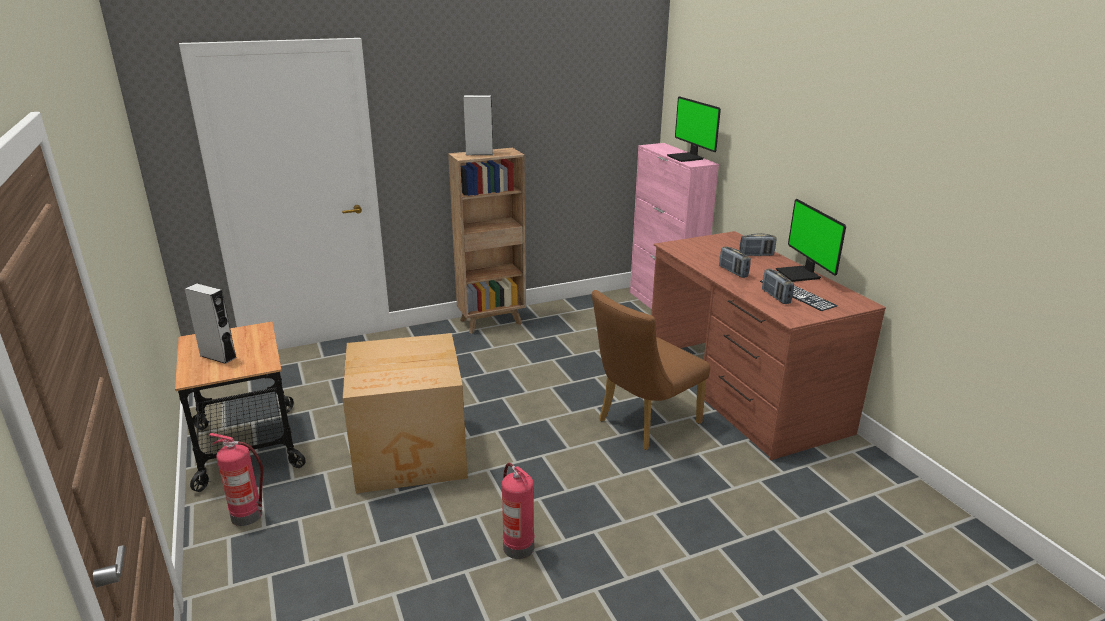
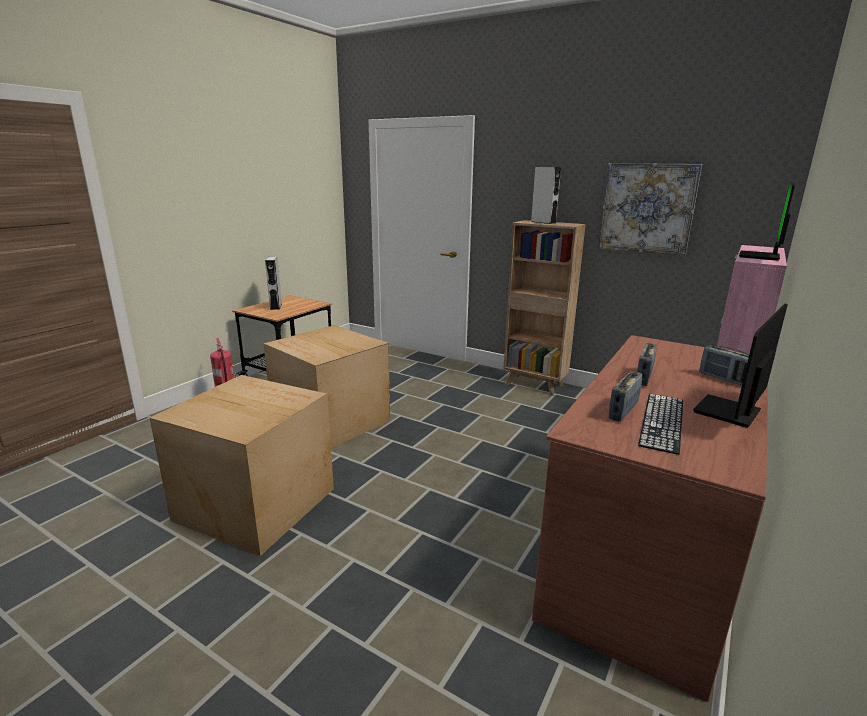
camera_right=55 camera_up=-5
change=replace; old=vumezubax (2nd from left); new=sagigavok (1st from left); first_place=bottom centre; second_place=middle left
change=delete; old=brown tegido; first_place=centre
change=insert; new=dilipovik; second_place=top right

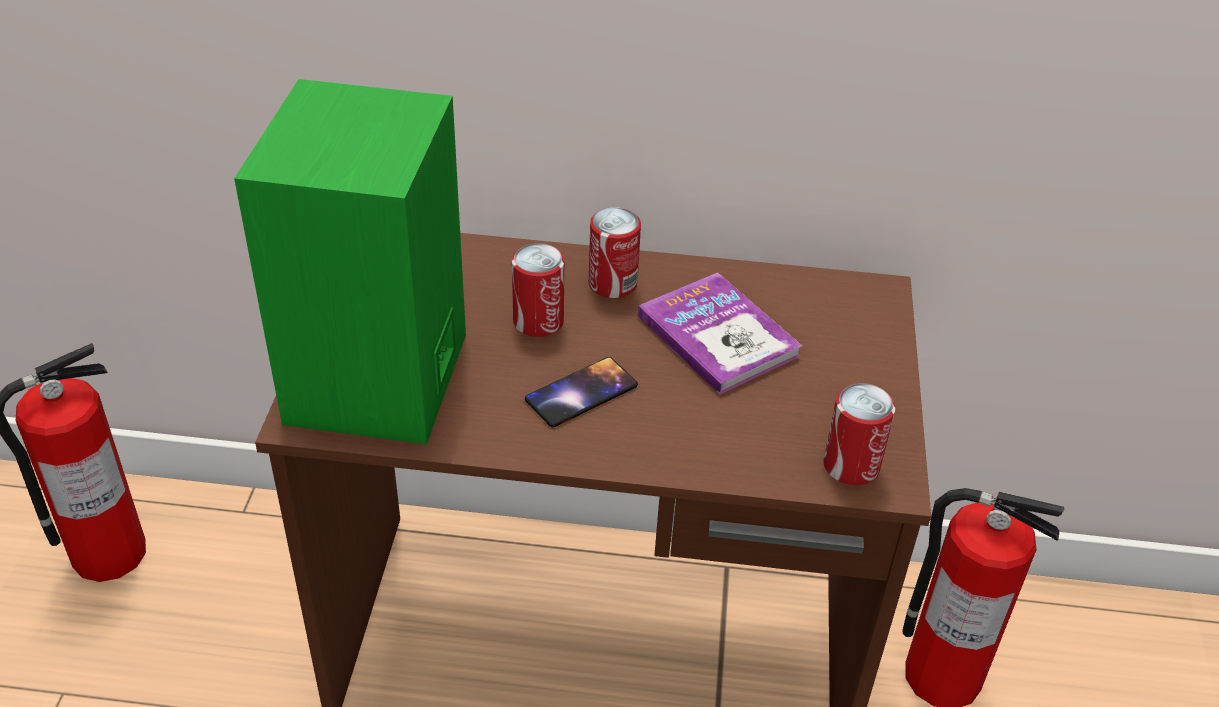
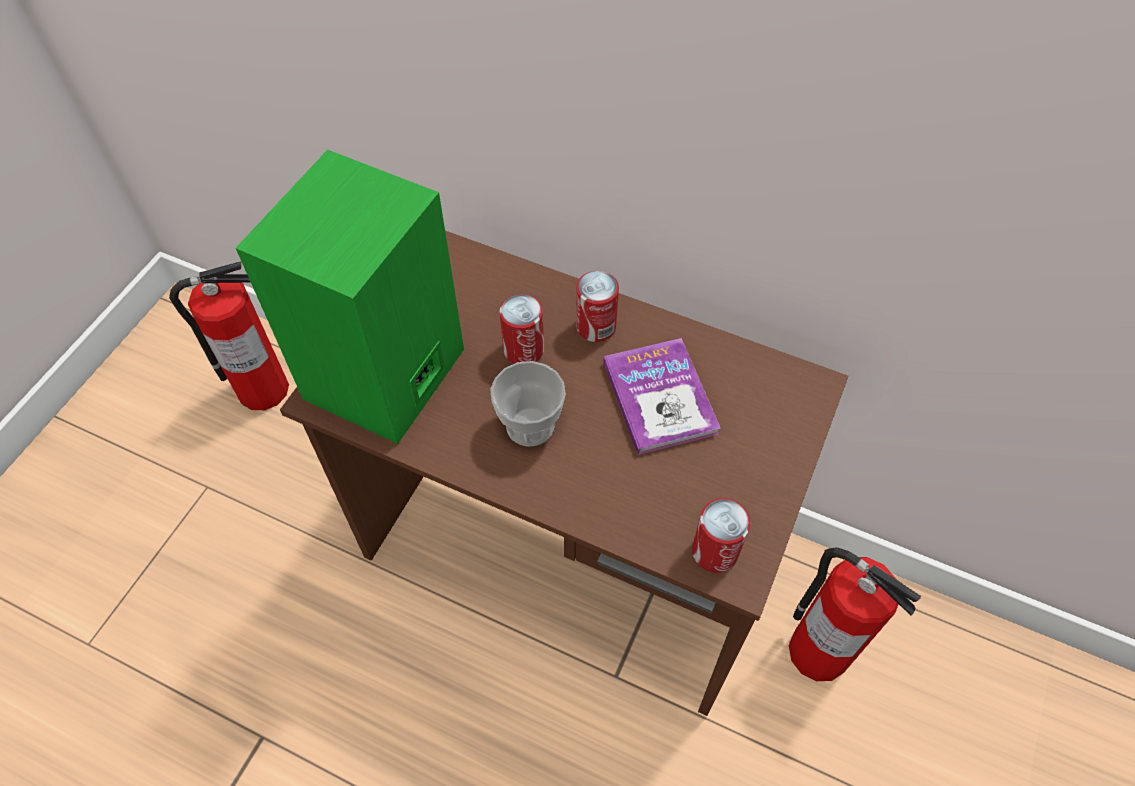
camera_right=20 camera_up=15
change=replace; old=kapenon; new=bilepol; first_place=centre; second_place=centre

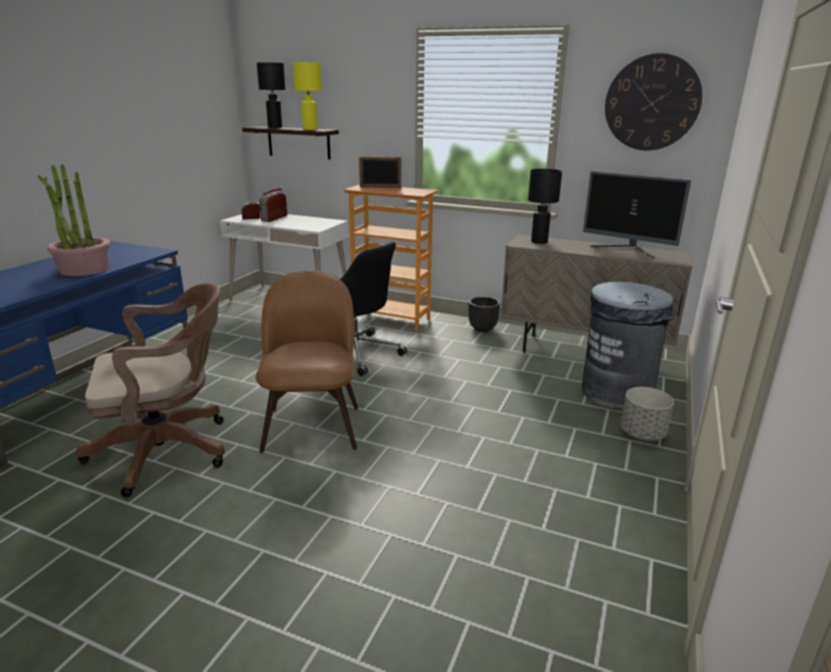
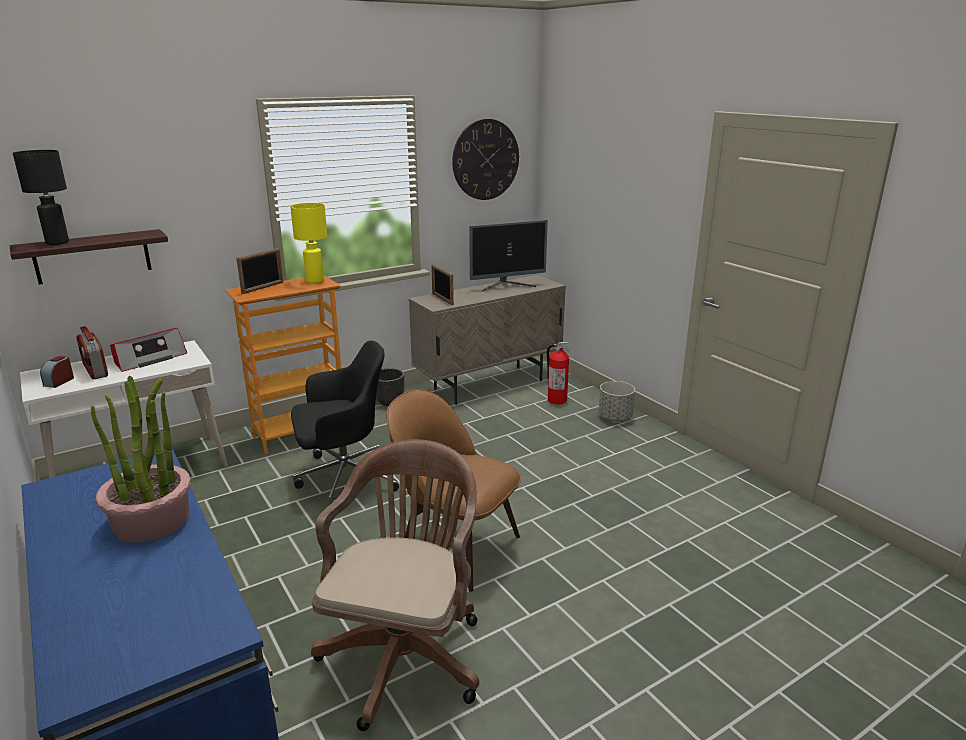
camera_right=-55 camera_up=0
change=move; old=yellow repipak; first_place=top centre; second_place=top left
change=replace; old=black repipak (2nd from left); new=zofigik (2nd from left); first_place=top centre; second_place=centre
change=replace; old=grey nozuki; new=vumezubax; first_place=middle right; second_place=centre
change=insert; new=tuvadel (2nd from left); second_place=middle left

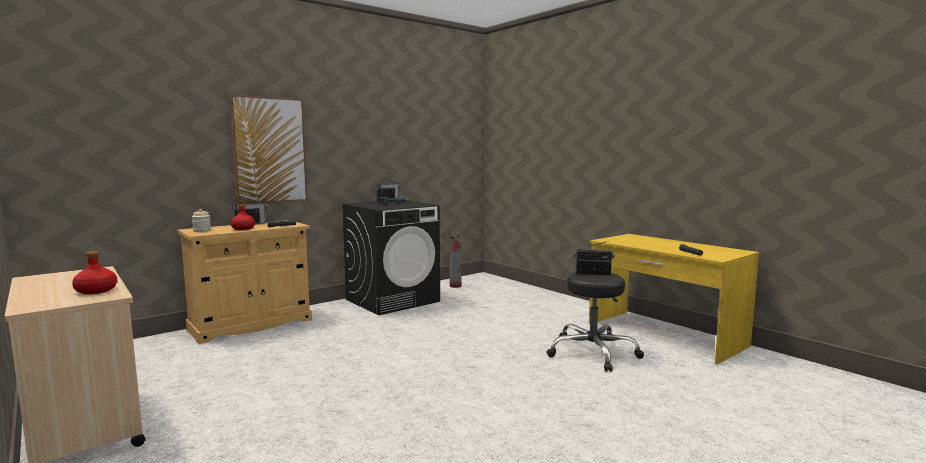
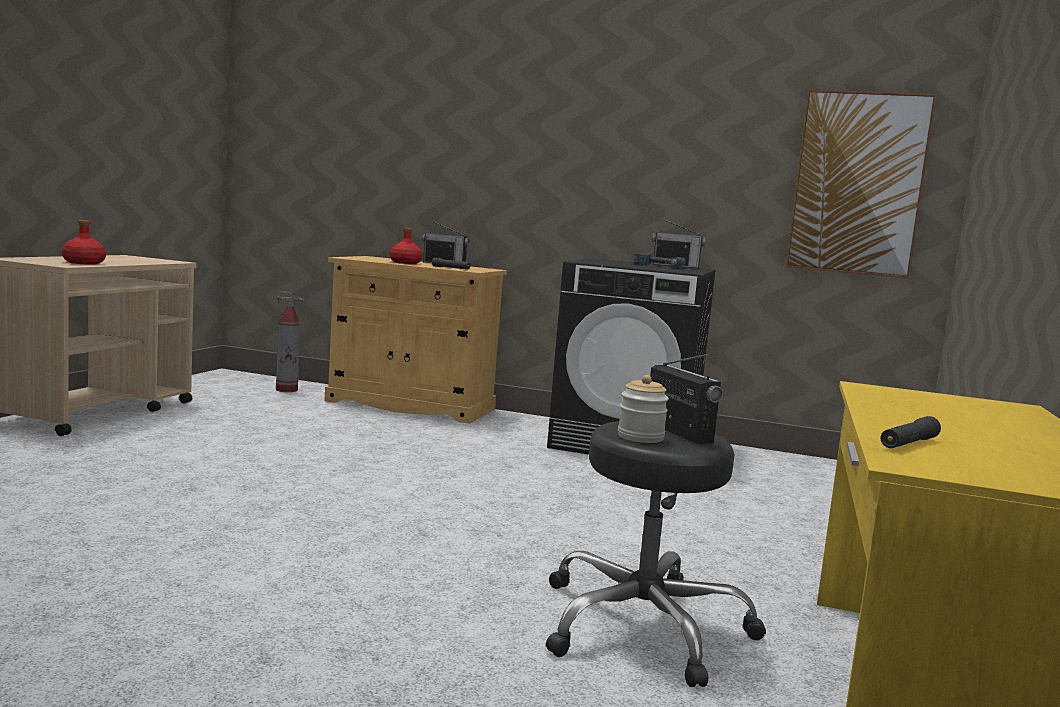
camera_right=55 camera_up=0
change=move; old=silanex; first_place=middle left; second_place=centre
change=move; old=dilipovik; first_place=top left; second_place=top right
change=move; old=vumezubax; first_place=centre; second_place=middle left

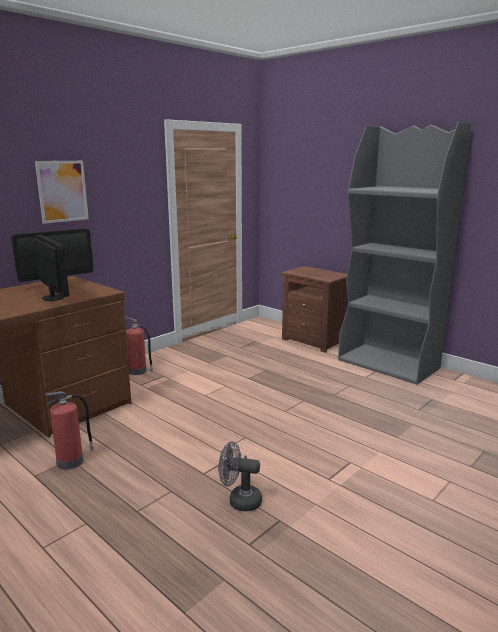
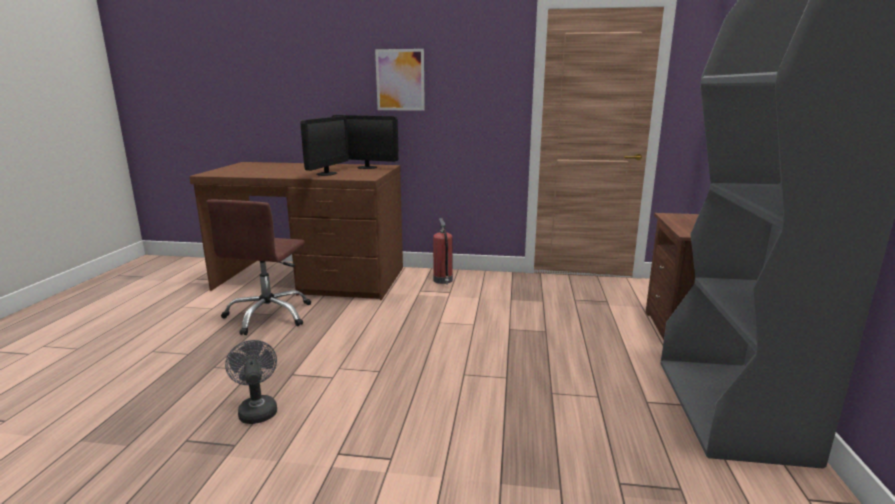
camera_right=55 camera_up=0
change=replace; old=vumezubax (1st from left); new=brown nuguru; first_place=bottom left; second_place=middle left

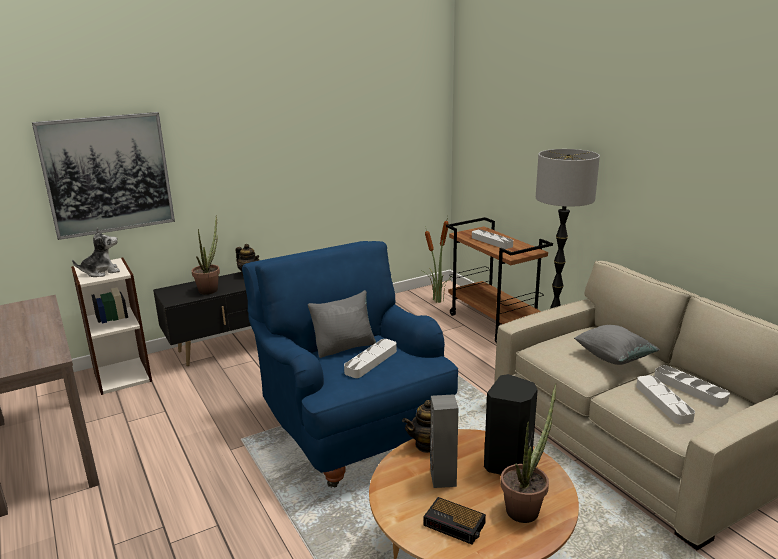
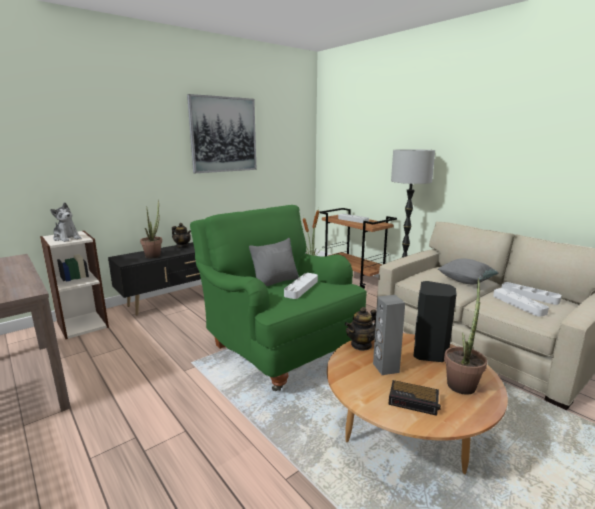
camera_right=-10 camera_up=-5
change=move; old=dilipovik; first_place=top left; second_place=top centre
change=rotate; old=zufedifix; first_place=middle left; second_place=middle left; degrees=75
change=recolor; old=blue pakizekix; new=green pakizekix; first_place=centre; second_place=centre

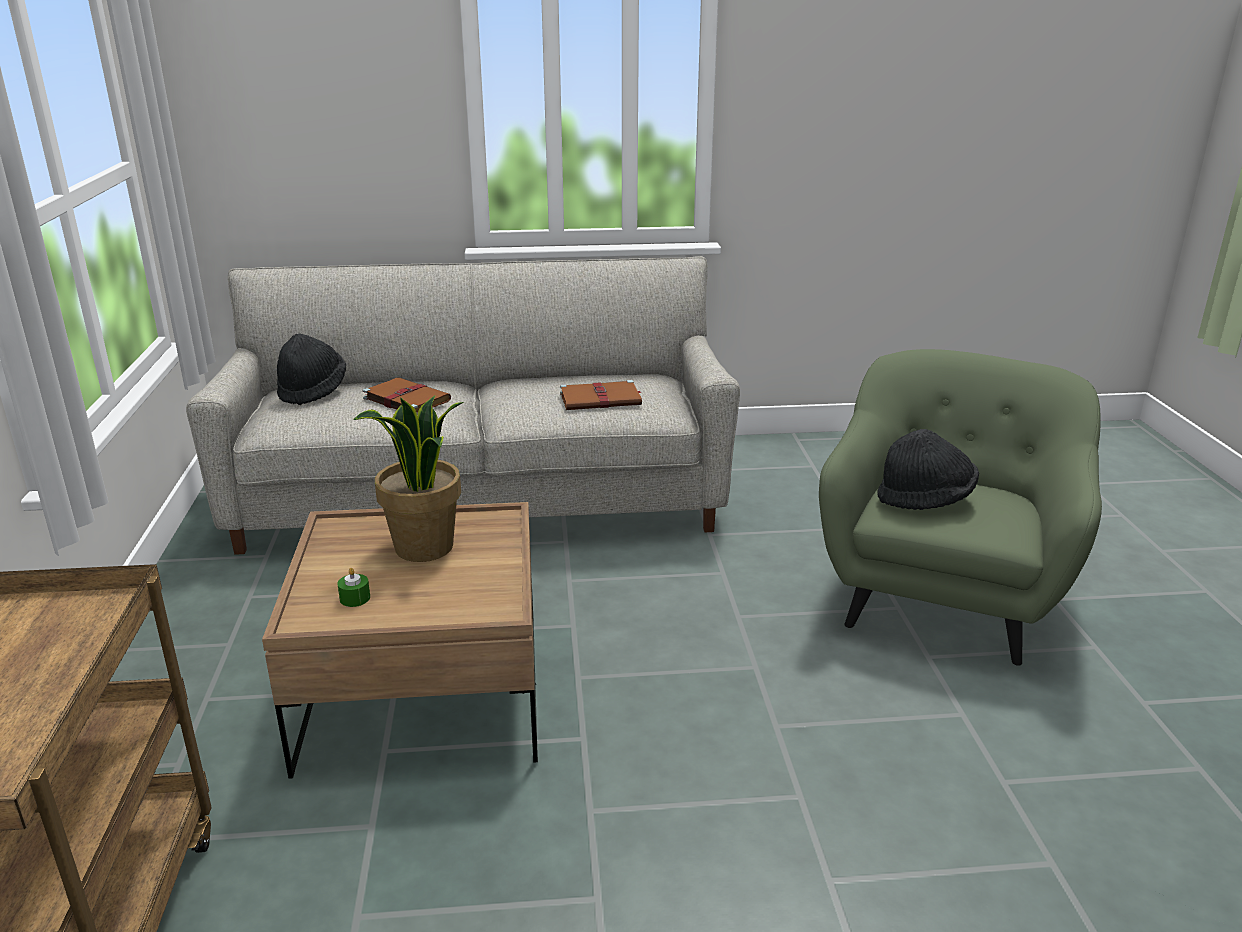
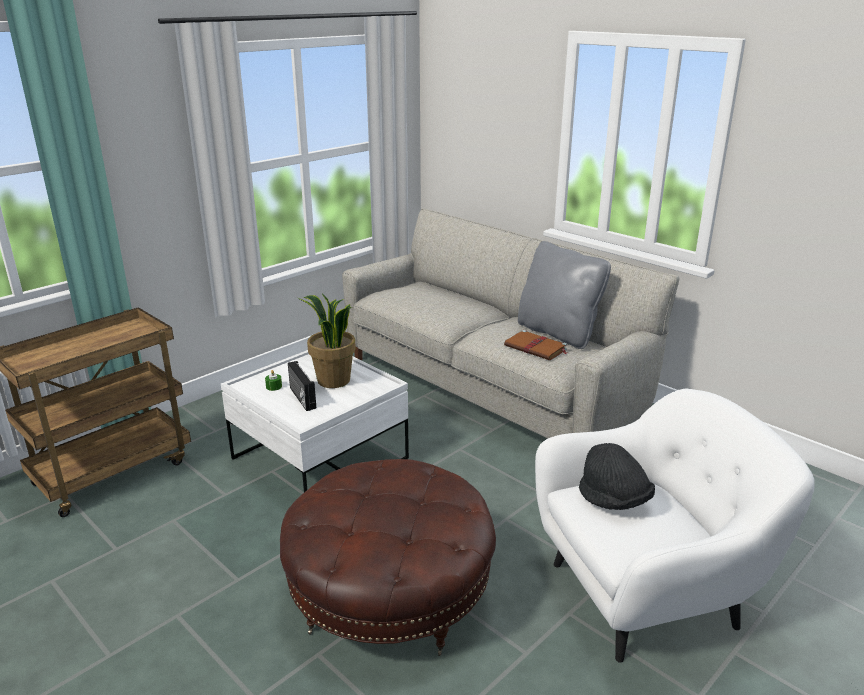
camera_right=50 camera_up=0
change=recolor; old=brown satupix; new=white satupix; first_place=bottom left; second_place=centre
change=delete; old=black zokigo (1st from left); first_place=middle left
change=delete; old=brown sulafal (1st from left); first_place=middle left
change=recolor; old=green pakizekix; new=white pakizekix; first_place=middle right; second_place=bottom right
change=insert; new=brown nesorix; second_place=bottom centre
change=insert; new=tuvadel; second_place=centre
change=insert; new=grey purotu; second_place=centre

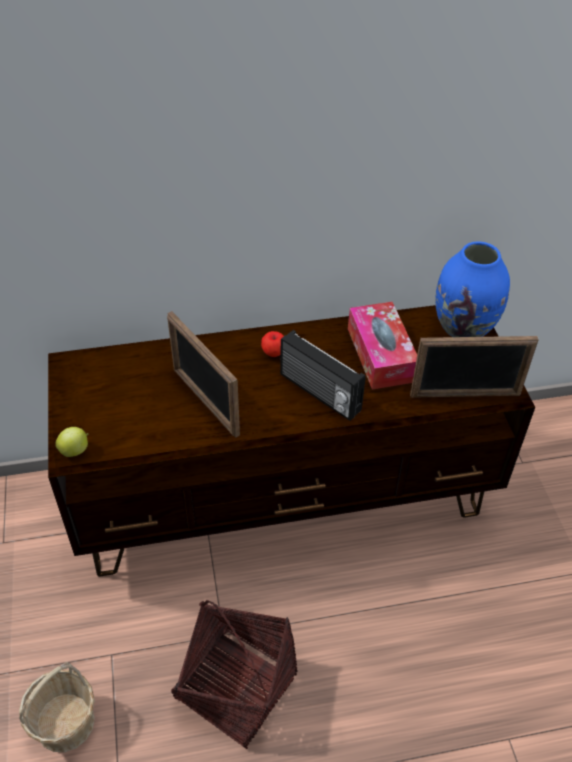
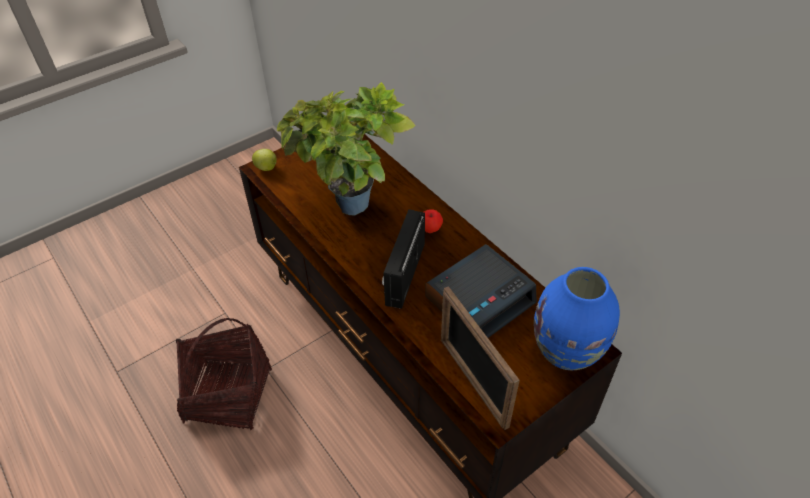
camera_right=65 camera_up=0
change=delete; old=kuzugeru (1st from left); first_place=bottom left
change=replace; old=zofigik (1st from left); new=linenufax; first_place=centre; second_place=top centre
change=replace; old=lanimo; new=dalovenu; first_place=middle right; second_place=centre

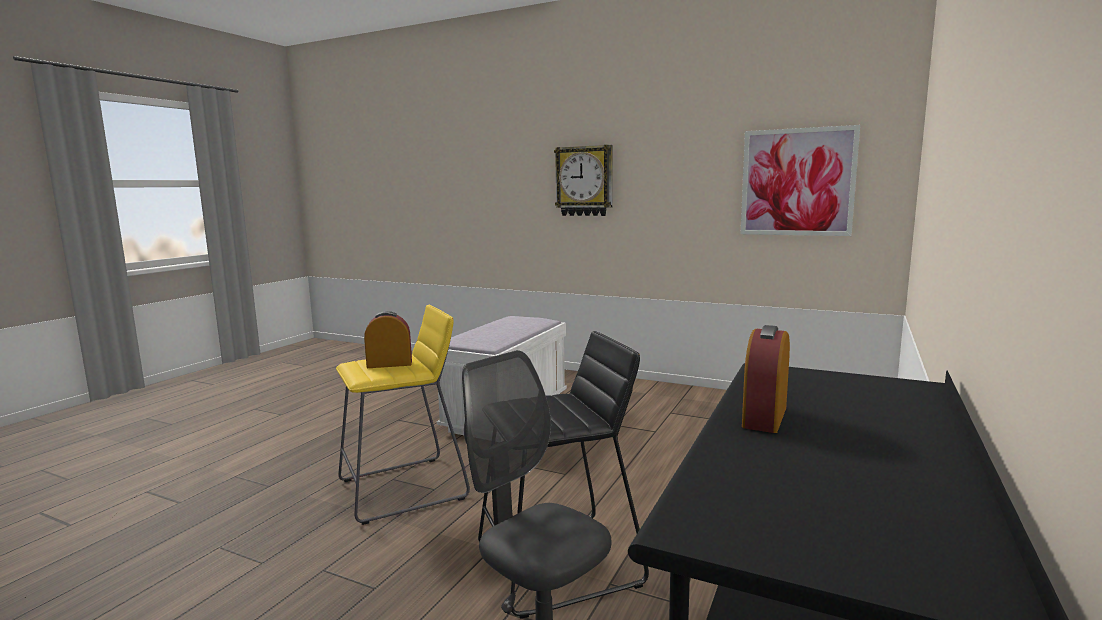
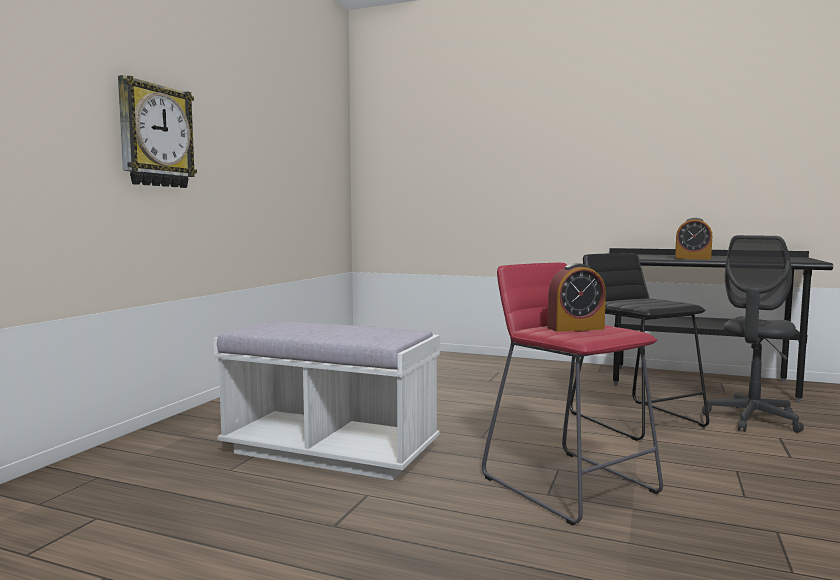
camera_right=-95 camera_up=-5
change=recolor; old=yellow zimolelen; new=red zimolelen; first_place=bottom centre; second_place=bottom right
change=rotate; old=dalovenu (1st from left); first_place=centre; second_place=middle right; degrees=-90
change=delete; old=dilipovik; first_place=top right

